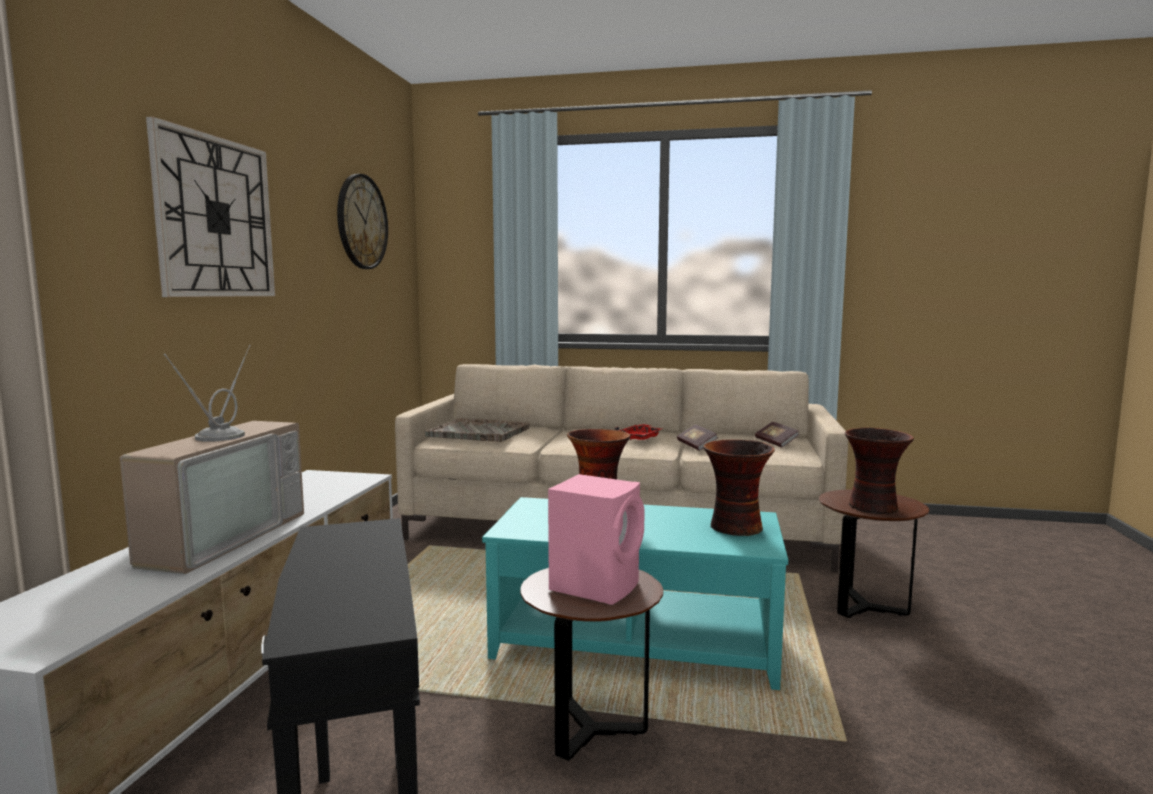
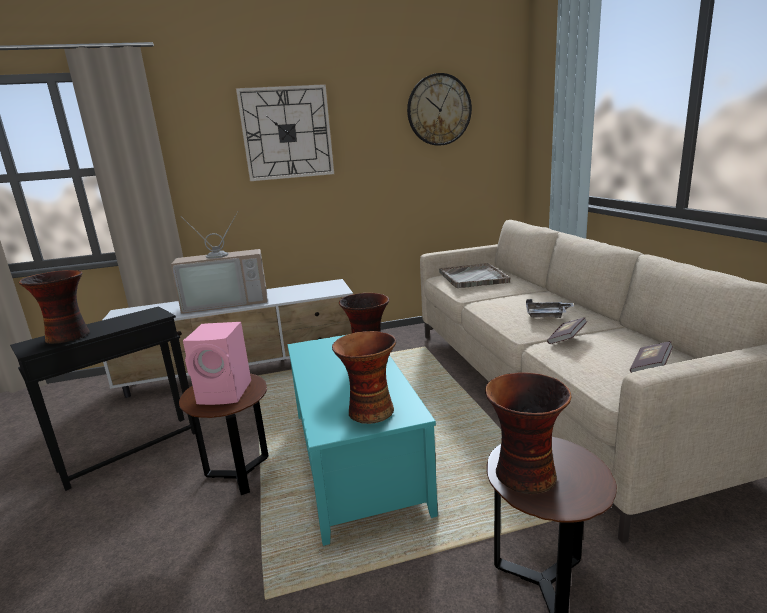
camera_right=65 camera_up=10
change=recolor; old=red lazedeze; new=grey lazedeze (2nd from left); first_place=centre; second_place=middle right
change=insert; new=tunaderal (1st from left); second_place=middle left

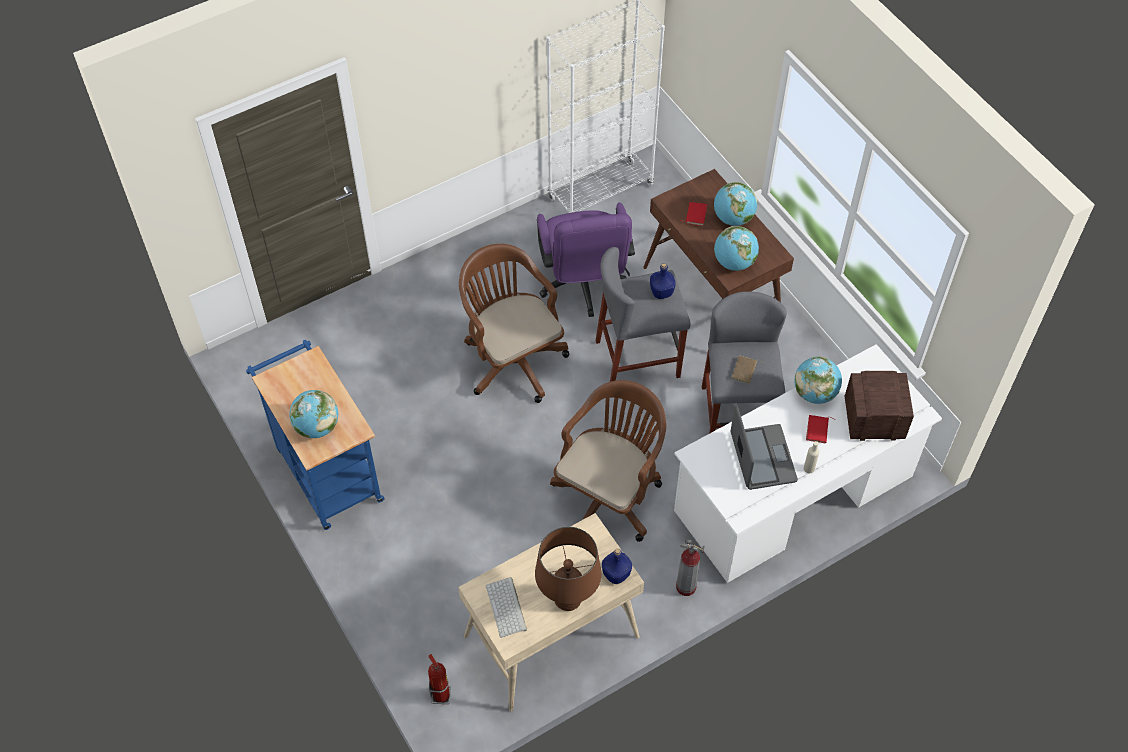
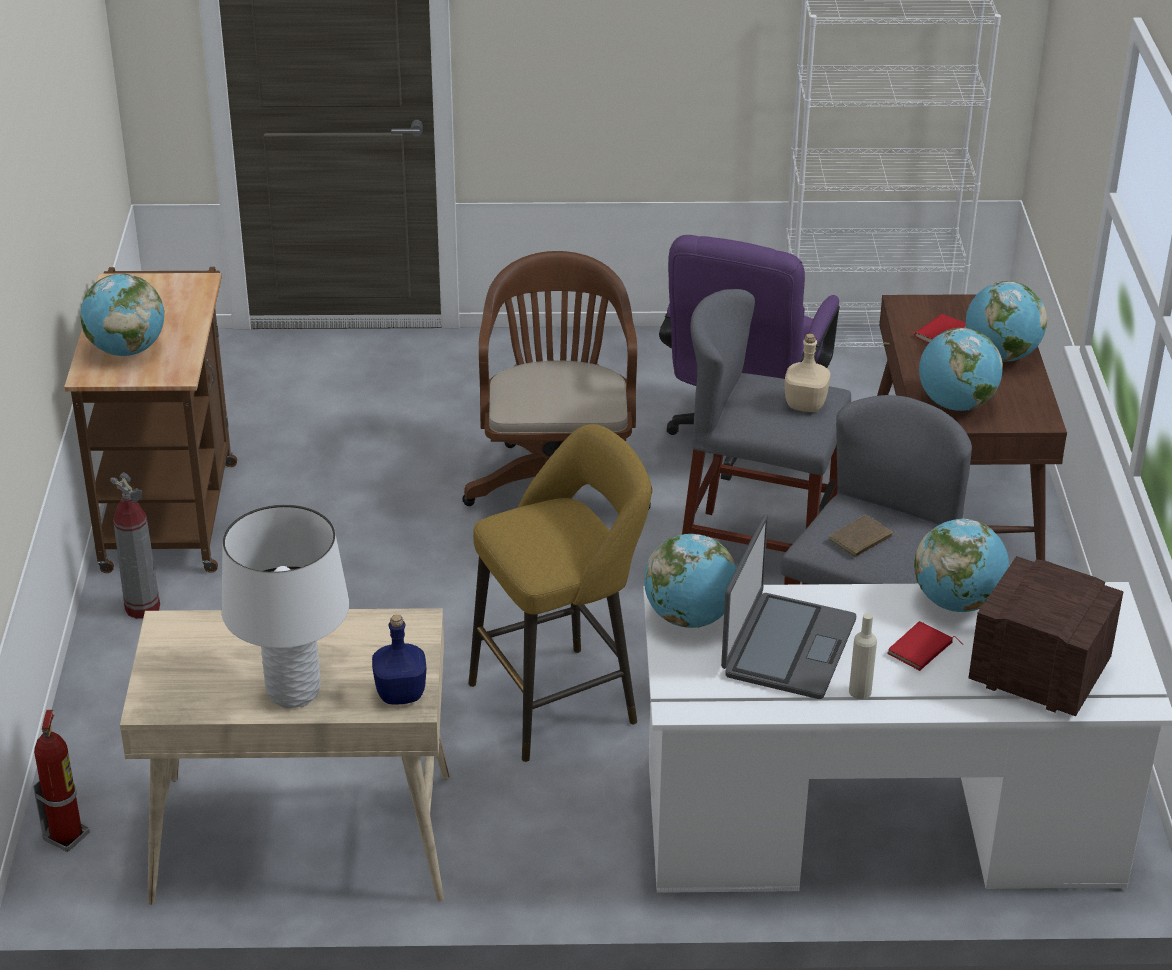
camera_right=30 camera_up=-20
change=recolor; old=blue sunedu; new=brown sunedu; first_place=middle left; second_place=middle left
change=delete; old=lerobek; first_place=bottom centre
change=recolor; old=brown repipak; new=white repipak; first_place=bottom centre; second_place=middle left
change=replace; old=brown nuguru (2nd from left); new=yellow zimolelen; first_place=centre; second_place=centre
change=recolor; old=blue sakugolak (2nd from left); new=beige sakugolak (1st from left); first_place=centre; second_place=middle right
change=move; old=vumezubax (2nd from left); first_place=bottom centre; second_place=middle left
change=insert; new=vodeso (2nd from left); second_place=centre

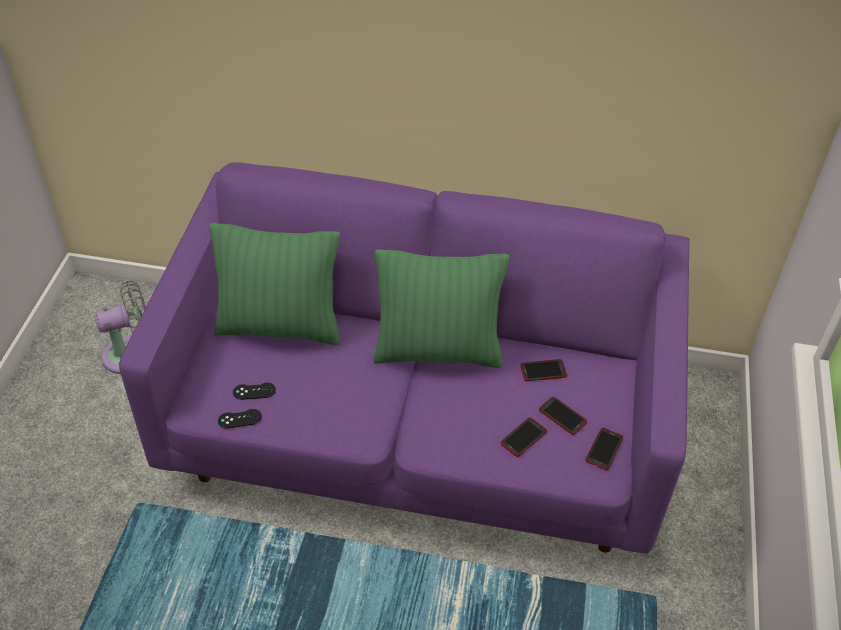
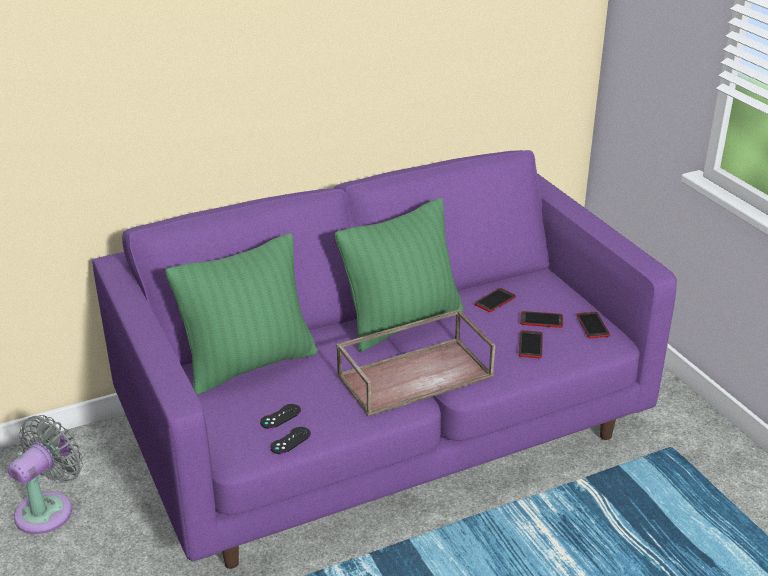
camera_right=-35 camera_up=-15
change=insert; new=brown lazedeze; second_place=centre

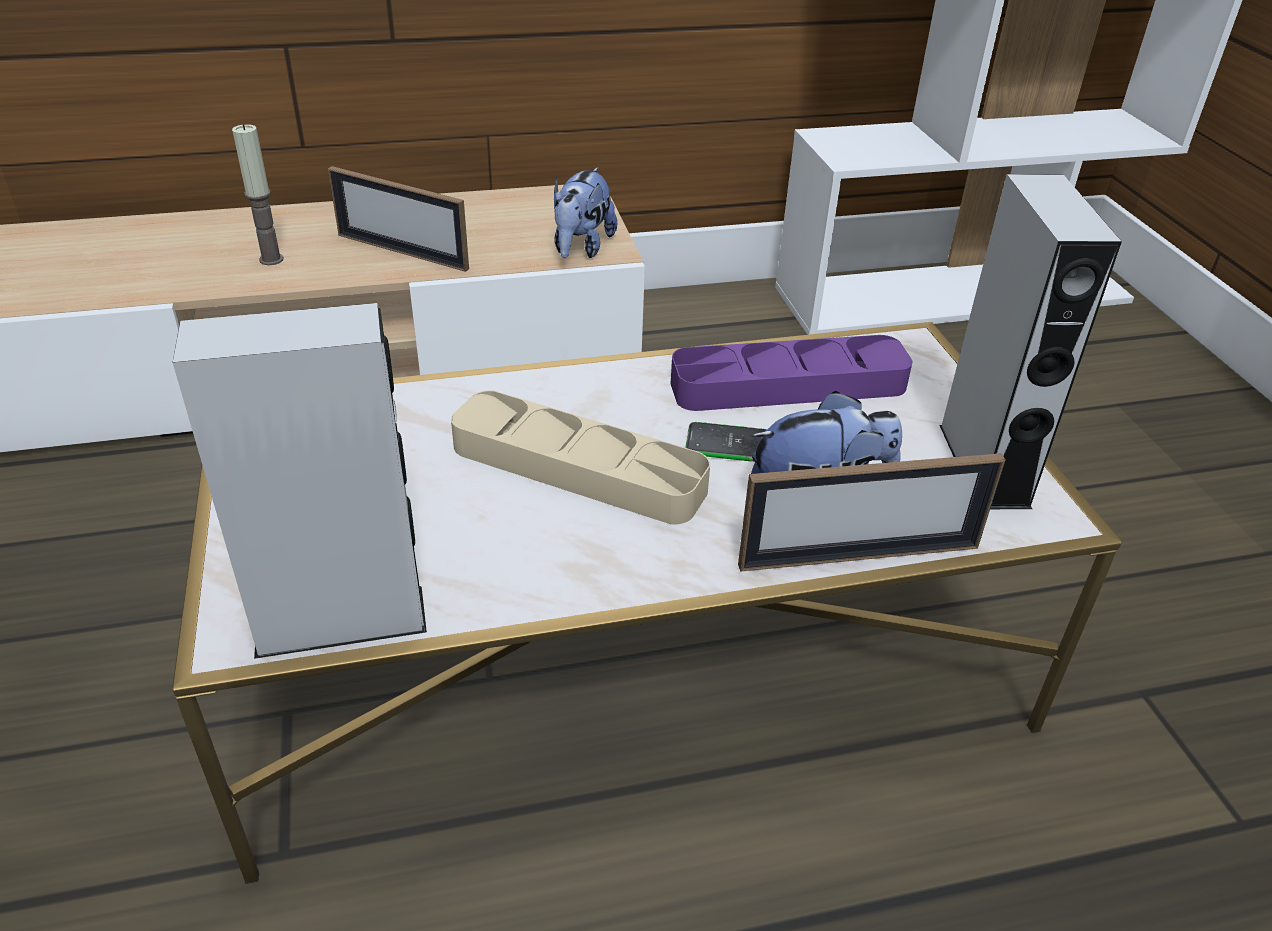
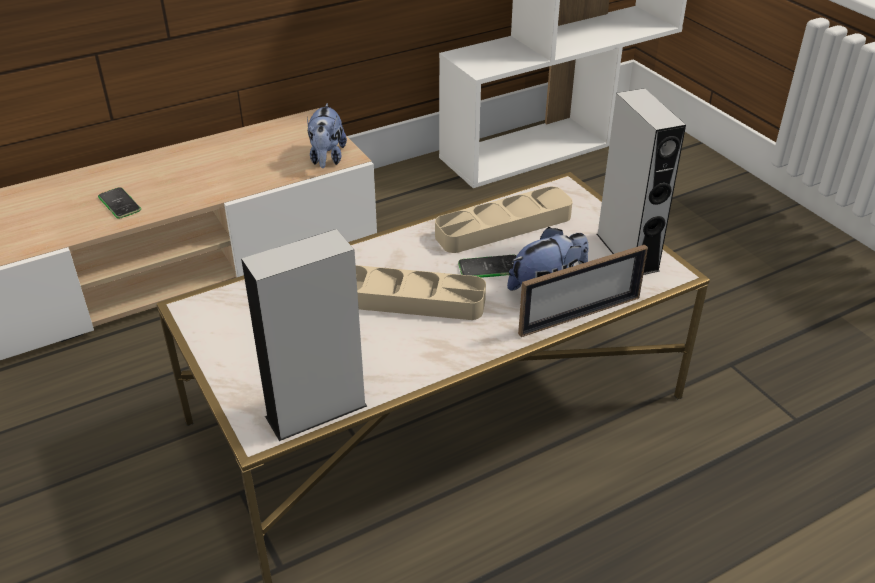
camera_right=-15 camera_up=0
change=replace; old=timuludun; new=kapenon (1st from left); first_place=top left; second_place=middle left
change=delete; old=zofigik (1st from left); first_place=top left
change=recolor; old=purple lazedeze; new=beige lazedeze (2nd from left); first_place=centre; second_place=centre

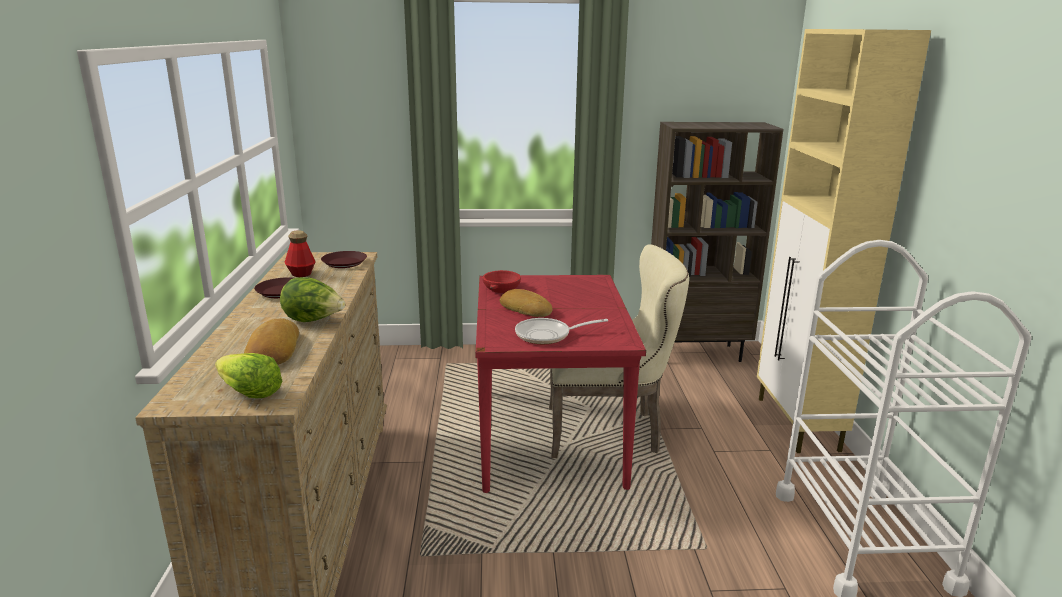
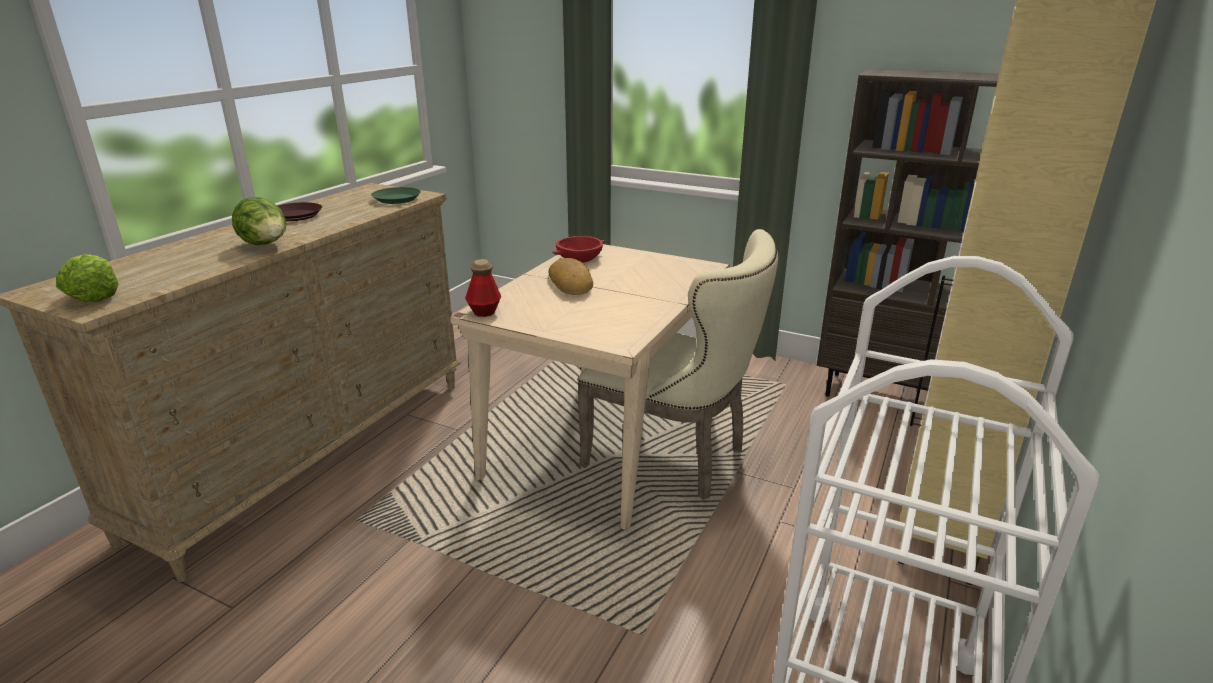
camera_right=30 camera_up=5
change=delete; old=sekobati (1st from left); first_place=middle left
change=move; old=sakugolak; first_place=middle left; second_place=centre
change=recolor; old=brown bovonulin (2nd from left); new=green bovonulin; first_place=middle left; second_place=top left
change=recolor; old=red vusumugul; new=beige vusumugul; first_place=centre; second_place=centre
change=delete; old=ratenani; first_place=centre

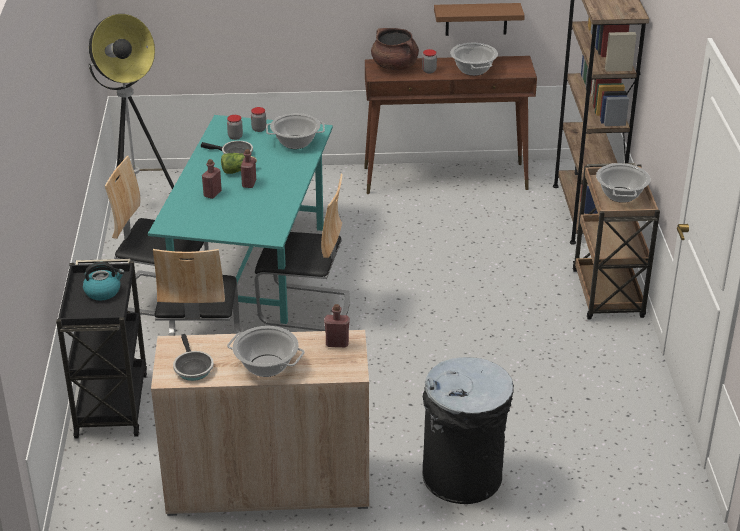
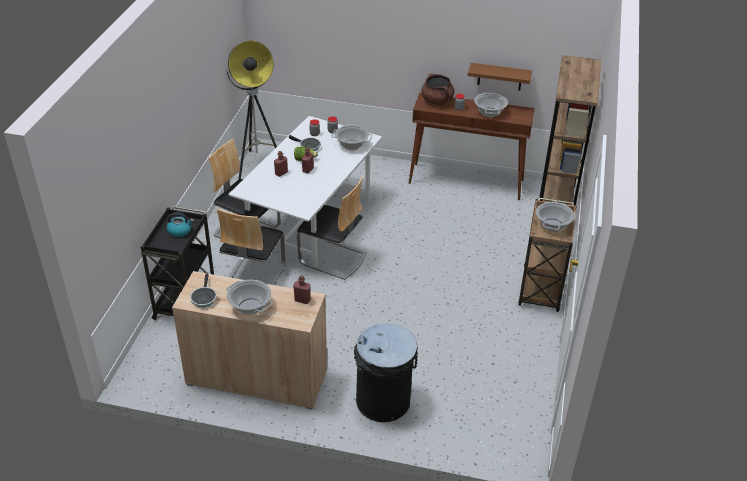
camera_right=15 camera_up=5
change=recolor; old=turquoise vusumugul; new=white vusumugul; first_place=middle left; second_place=centre

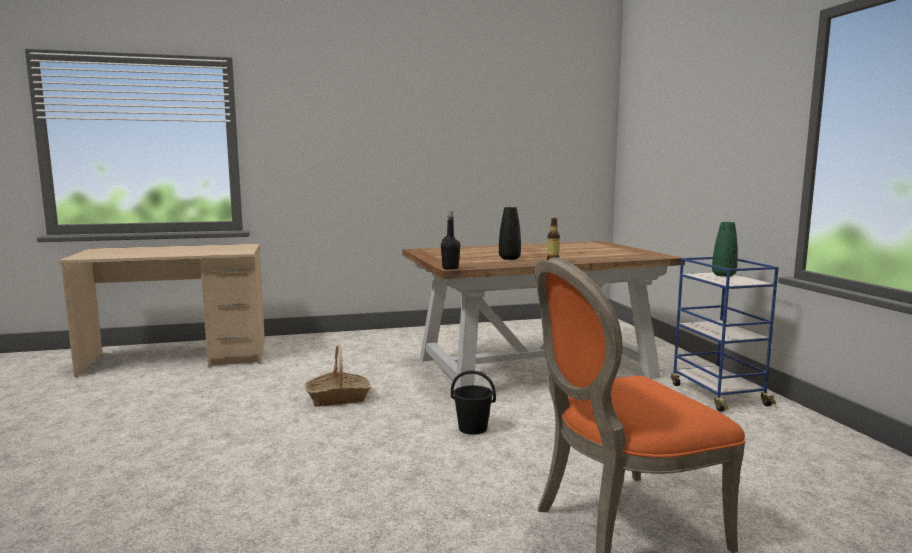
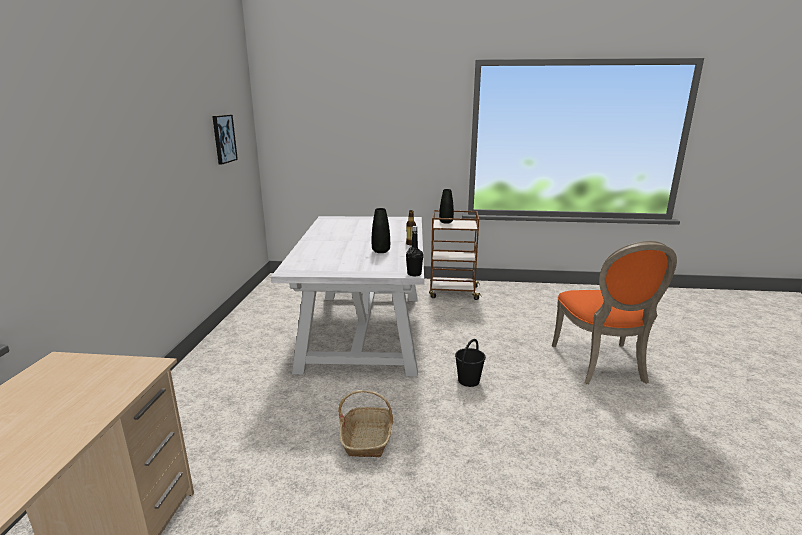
camera_right=-70 camera_up=10
change=recolor; old=brown vusumugul; new=white vusumugul; first_place=centre; second_place=centre
change=recolor; old=blue sunedu; new=brown sunedu; first_place=middle right; second_place=centre
change=recolor; old=green tunaderal; new=black tunaderal (2nd from left); first_place=middle right; second_place=centre
change=insert; new=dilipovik; second_place=top left

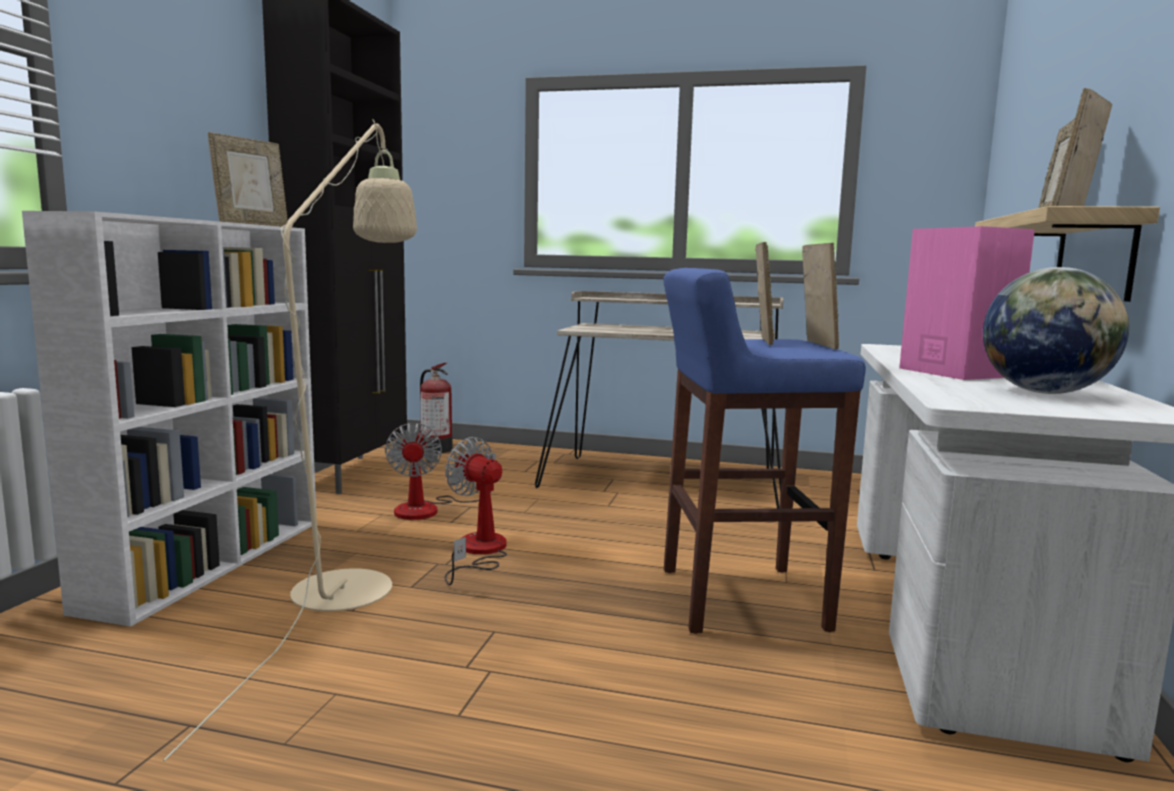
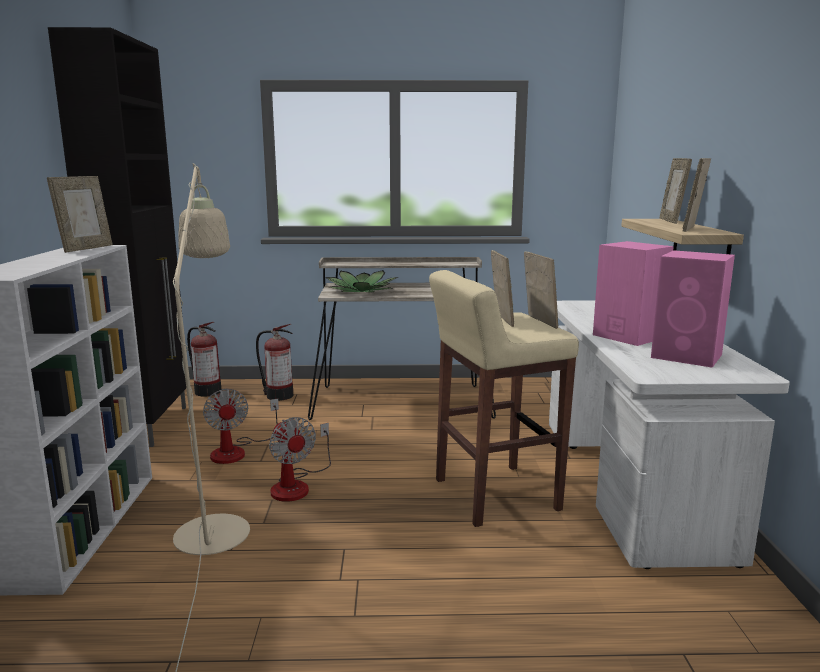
camera_right=-15 camera_up=5
change=rotate; old=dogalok (2nd from left); first_place=centre; second_place=bottom centre; degrees=-150
change=recolor; old=blue zimolelen; new=beige zimolelen; first_place=centre; second_place=centre
change=replace; old=vodeso; new=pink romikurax (2nd from left); first_place=middle right; second_place=middle right
change=insert; new=vumezubax (2nd from left); second_place=centre
change=insert; new=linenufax; second_place=centre

